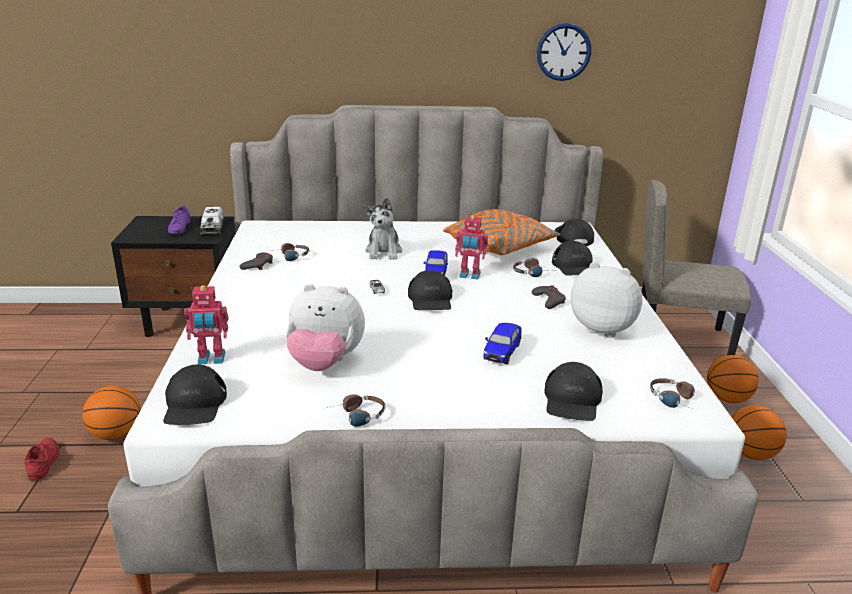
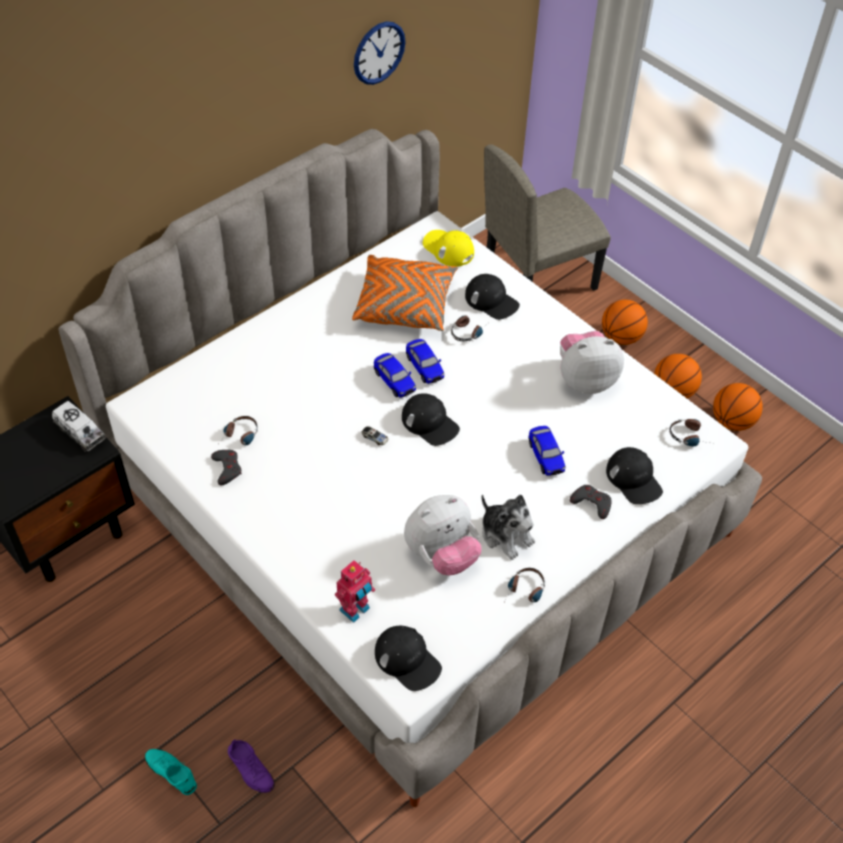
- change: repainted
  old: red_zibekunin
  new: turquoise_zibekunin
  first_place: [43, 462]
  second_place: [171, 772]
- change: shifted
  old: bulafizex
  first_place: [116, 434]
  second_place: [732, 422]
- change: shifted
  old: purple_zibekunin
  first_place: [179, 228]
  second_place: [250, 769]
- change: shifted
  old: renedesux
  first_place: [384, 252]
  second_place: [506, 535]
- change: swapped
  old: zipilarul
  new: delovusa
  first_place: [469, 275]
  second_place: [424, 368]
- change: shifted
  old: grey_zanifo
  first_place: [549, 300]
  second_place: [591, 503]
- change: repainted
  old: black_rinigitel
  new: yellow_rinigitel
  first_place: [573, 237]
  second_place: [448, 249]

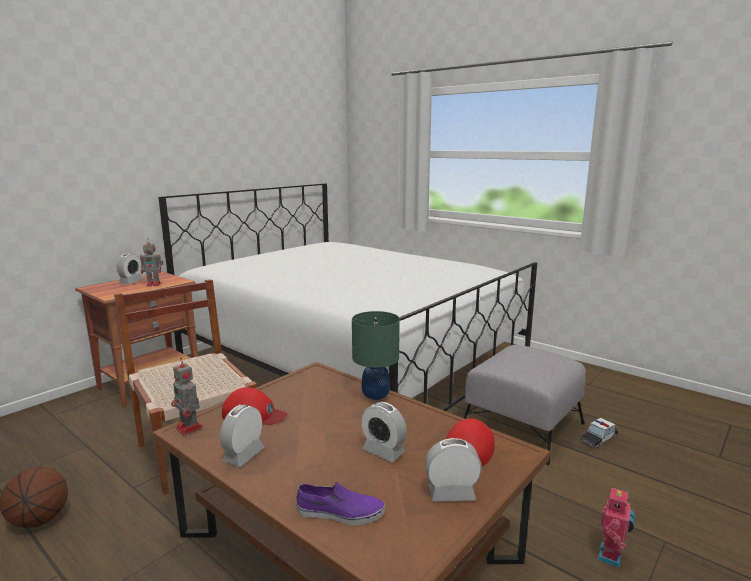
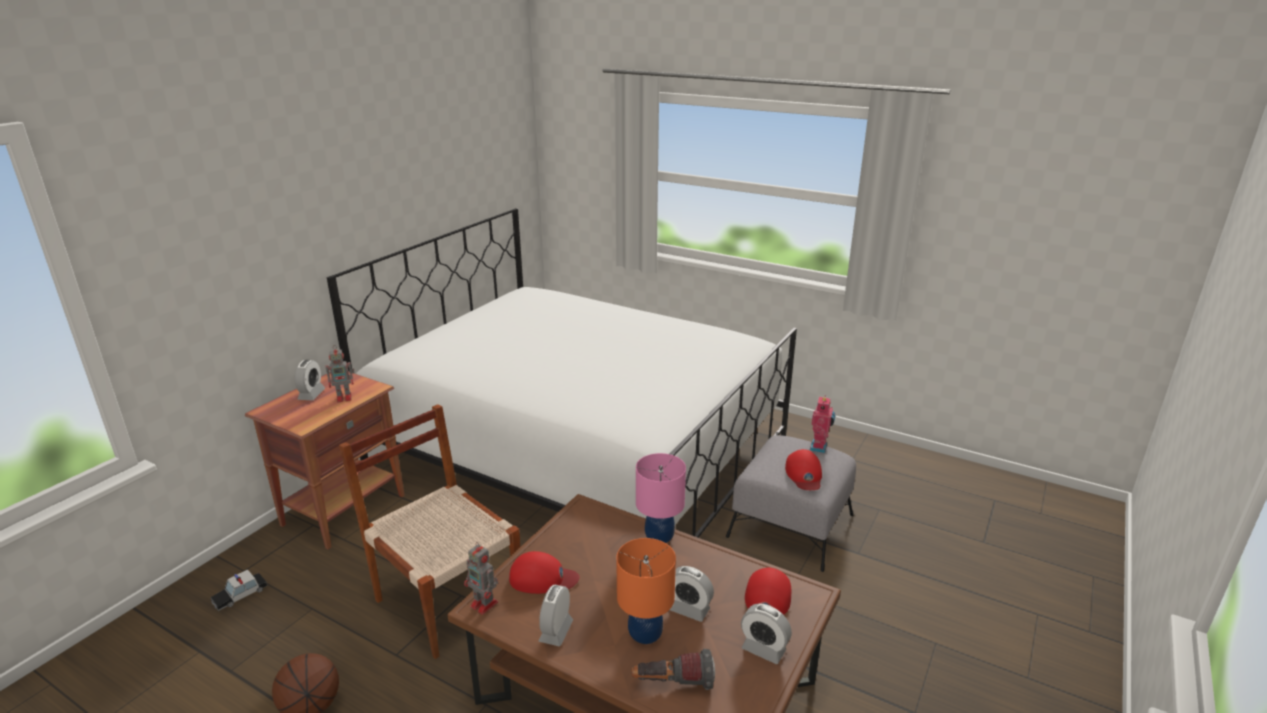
- change: swapped
  old: purple_zibekunin
  new: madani
  first_place: [340, 513]
  second_place: [672, 684]
- change: repainted
  old: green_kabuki
  new: pink_kabuki
  first_place: [375, 395]
  second_place: [658, 537]
- change: rotated
  old: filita
  first_place: [451, 493]
  second_place: [763, 649]
  degrees: -135
- change: shifted
  old: delovusa
  first_place: [598, 439]
  second_place: [240, 595]
- change: shifted
  old: zipilarul
  first_place: [612, 556]
  second_place: [819, 447]
- change: new
  new: orange_kabuki
  second_place: [647, 635]
- change: new
  new: red_rinigitel
  second_place: [804, 474]

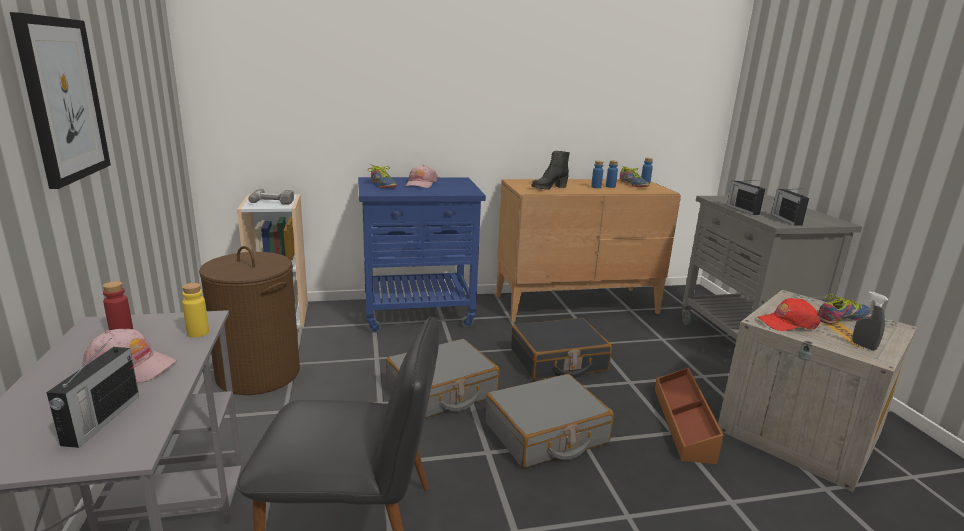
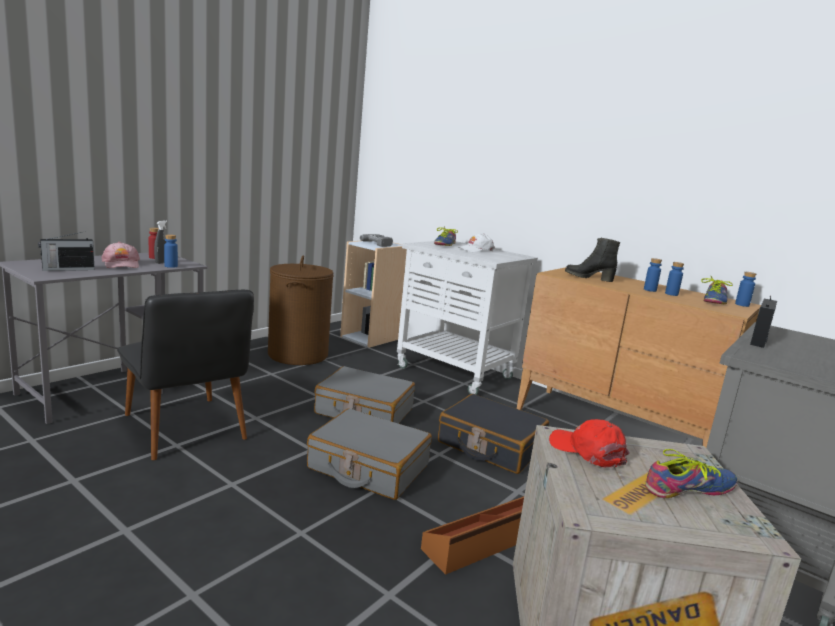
- change: gone
  old: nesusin
  first_place: [63, 100]
- change: repainted
  old: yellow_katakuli
  new: blue_katakuli
  first_place: [198, 333]
  second_place: [171, 266]
- change: repainted
  old: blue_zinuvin
  new: white_zinuvin
  first_place: [419, 314]
  second_place: [455, 373]
- change: repainted
  old: pink_rinigitel
  new: white_rinigitel
  first_place: [421, 184]
  second_place: [475, 250]
- change: gone
  old: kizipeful
  first_place: [785, 219]
- change: rotated
  old: zibekunin
  first_place: [841, 318]
  second_place: [688, 488]
  degrees: -45
- change: shifted
  old: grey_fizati
  first_place: [863, 346]
  second_place: [162, 262]

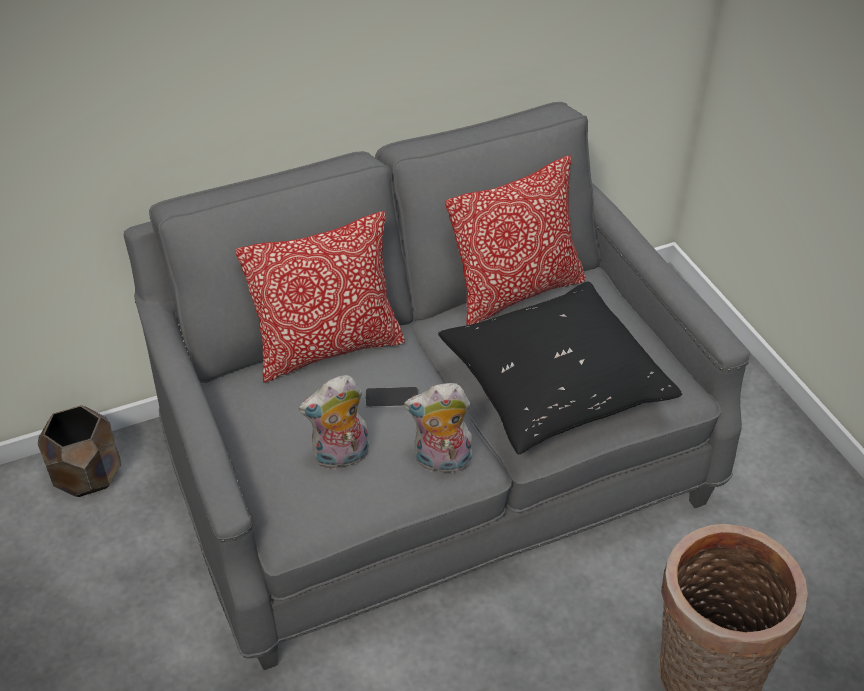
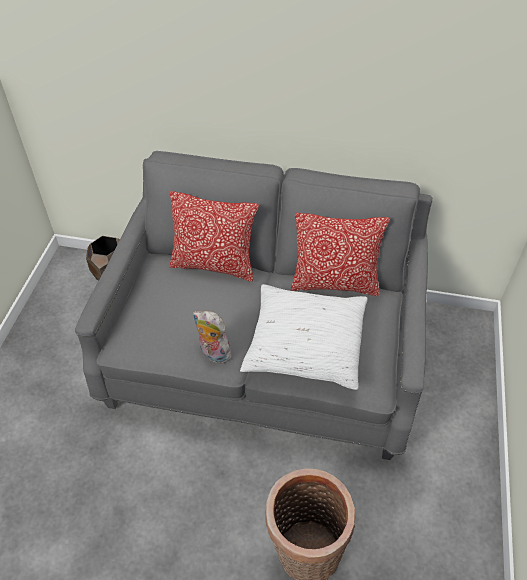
- change: gone
  old: renedesux
  first_place: [341, 457]
- change: gone
  old: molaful
  first_place: [391, 397]
- change: repainted
  old: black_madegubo
  new: white_madegubo
  first_place: [554, 384]
  second_place: [305, 344]

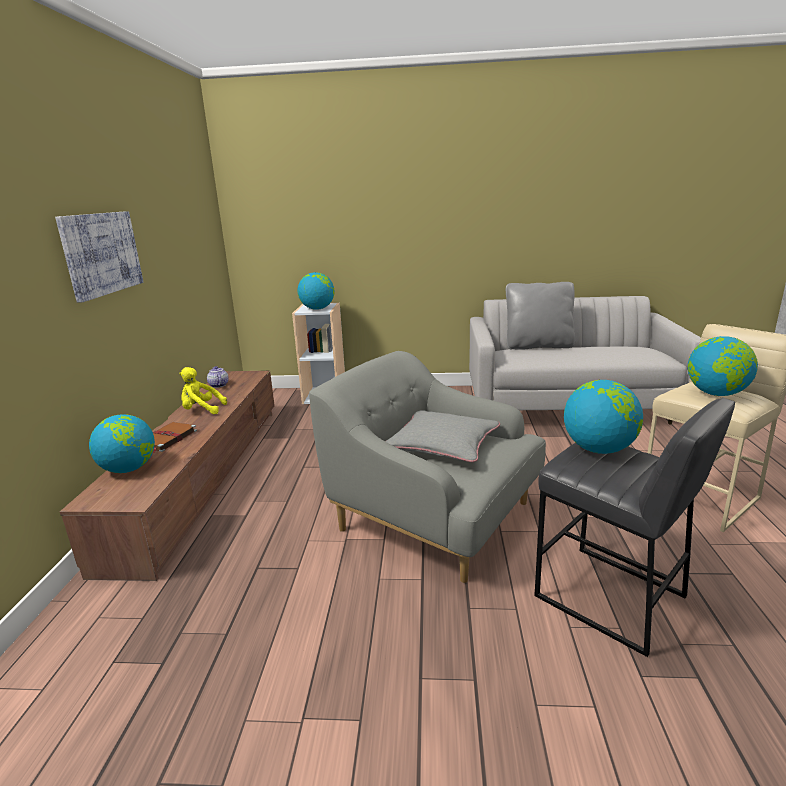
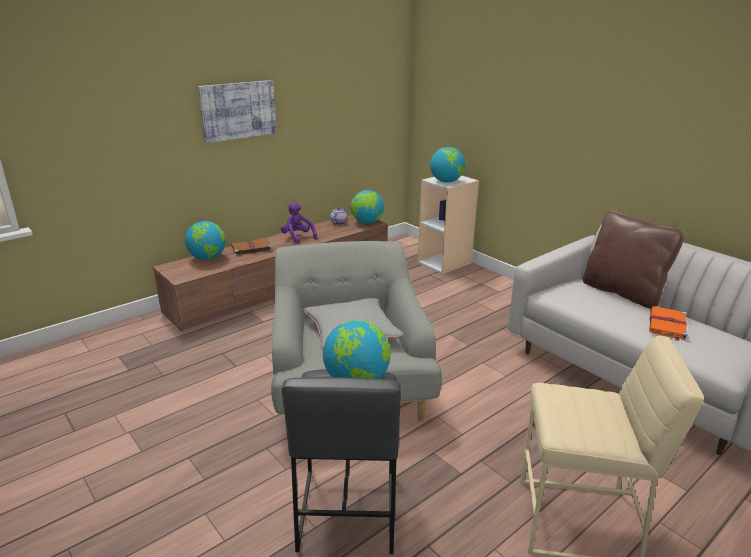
- change: repainted
  old: yellow_renedesux
  new: purple_renedesux
  first_place: [201, 410]
  second_place: [297, 237]
- change: repainted
  old: grey_madegubo
  new: brown_madegubo
  first_place: [538, 346]
  second_place: [622, 292]
- change: shifted
  old: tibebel
  first_place: [716, 394]
  second_place: [367, 222]
- change: new
  new: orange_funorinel
  second_place: [667, 325]

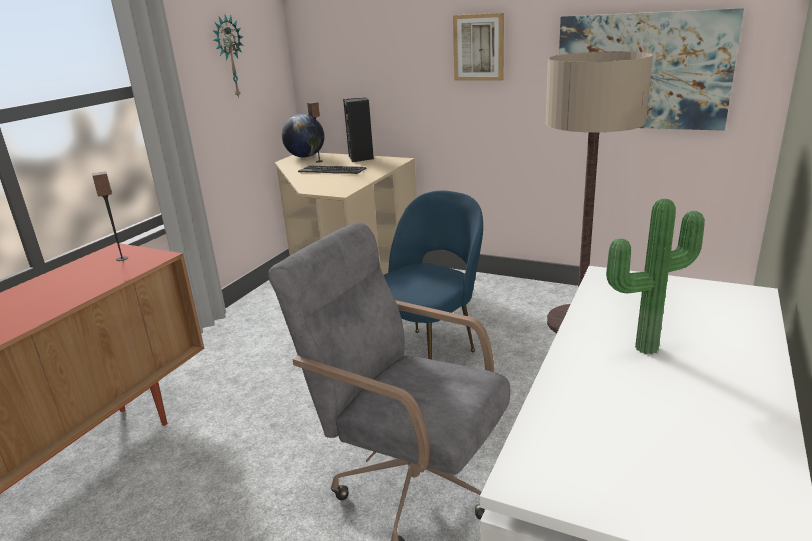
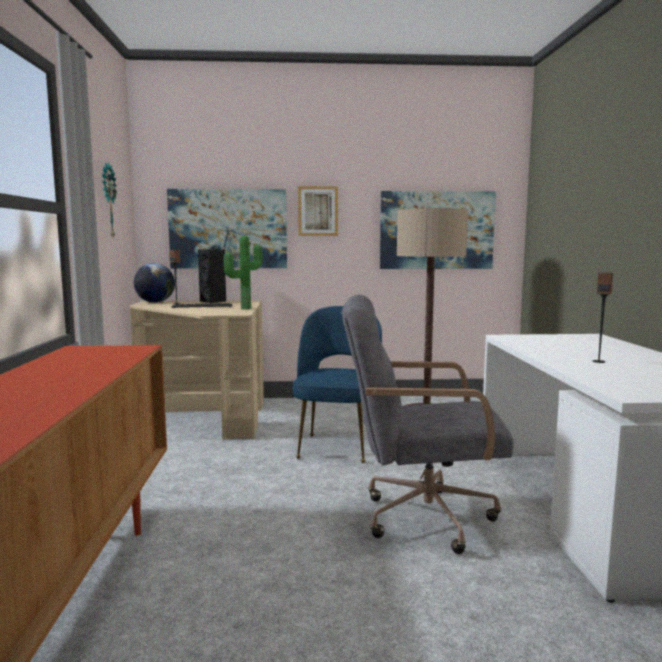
- change: shifted
  old: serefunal
  first_place: [122, 258]
  second_place: [598, 361]
- change: shifted
  old: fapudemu
  first_place: [643, 346]
  second_place: [244, 308]
- change: new
  new: nesusin
  second_place: [228, 229]

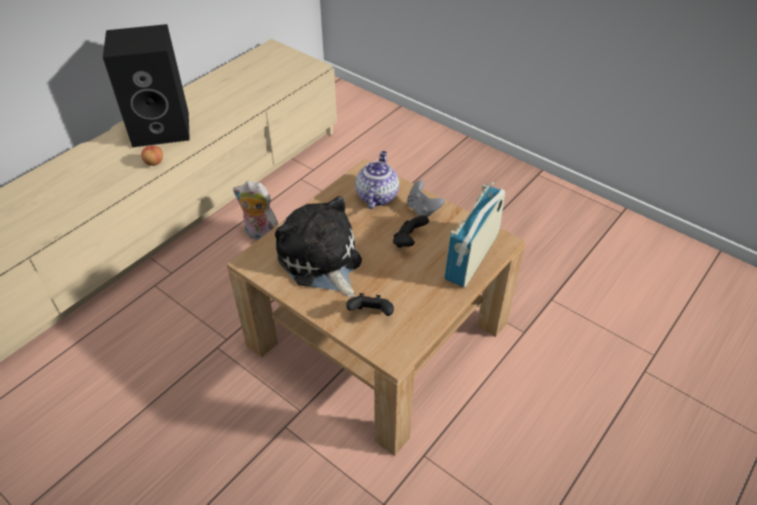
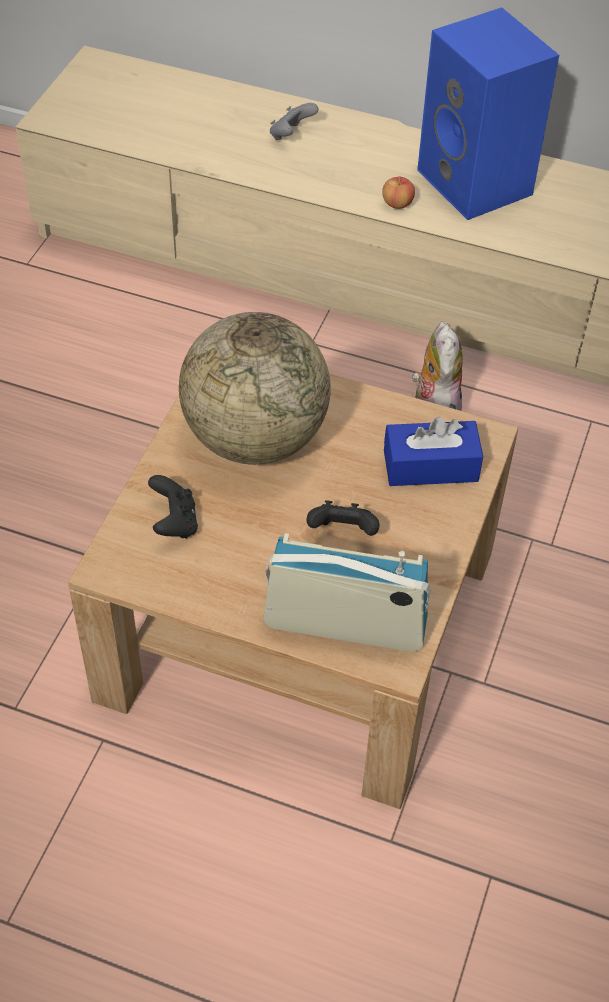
- change: repainted
  old: black_serefunal
  new: blue_serefunal
  first_place: [163, 128]
  second_place: [478, 183]
- change: swapped
  old: renedesux
  new: tibebel
  first_place: [321, 261]
  second_place: [254, 438]
- change: swapped
  old: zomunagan
  new: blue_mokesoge
  first_place: [377, 196]
  second_place: [430, 466]
- change: shifted
  old: grey_zanifo
  first_place: [423, 209]
  second_place: [291, 135]

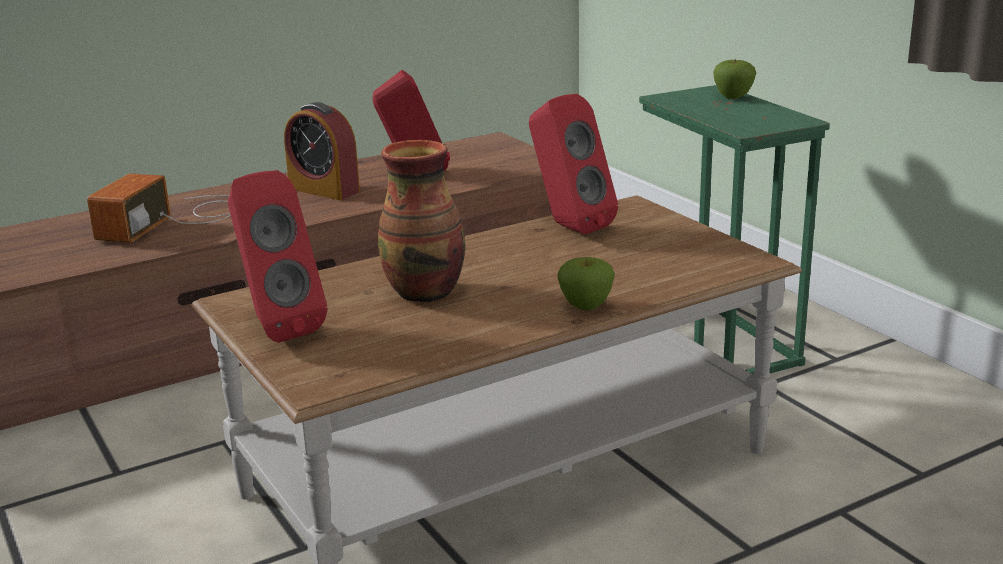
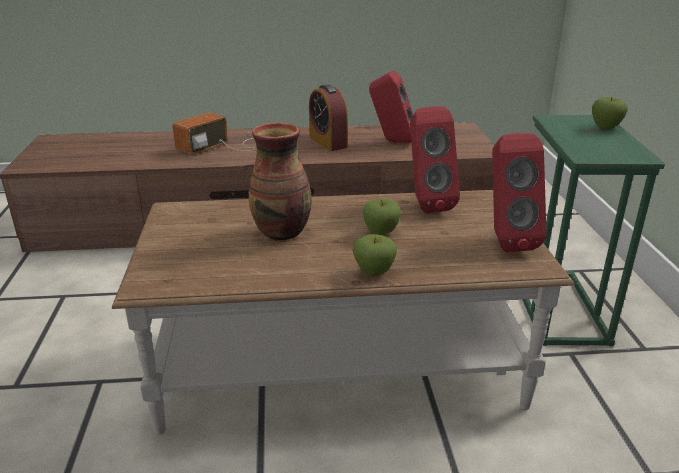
- change: shifted
  old: red_serefunal
  first_place: [276, 328]
  second_place: [505, 240]
- change: new
  new: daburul
  second_place: [380, 232]

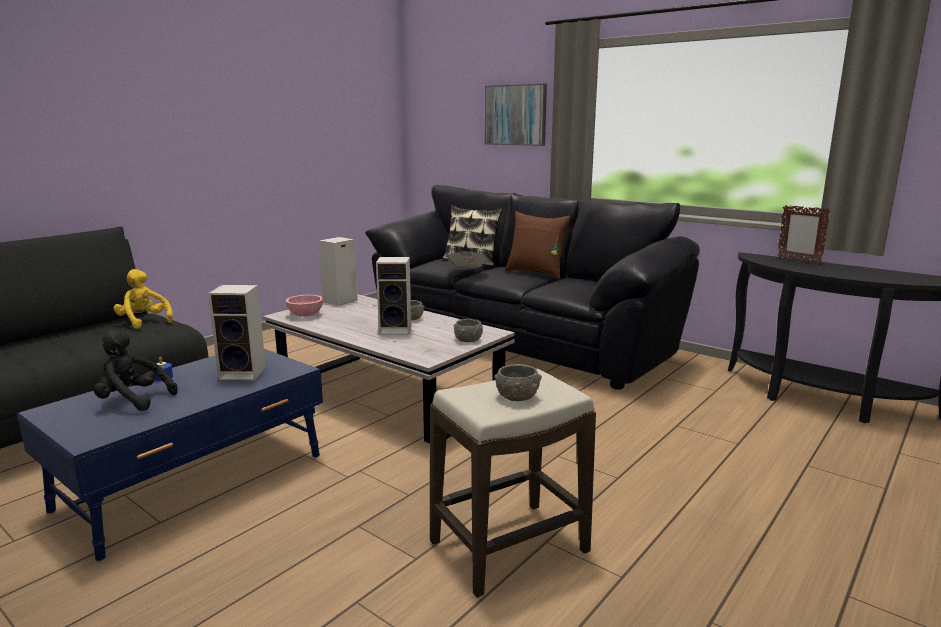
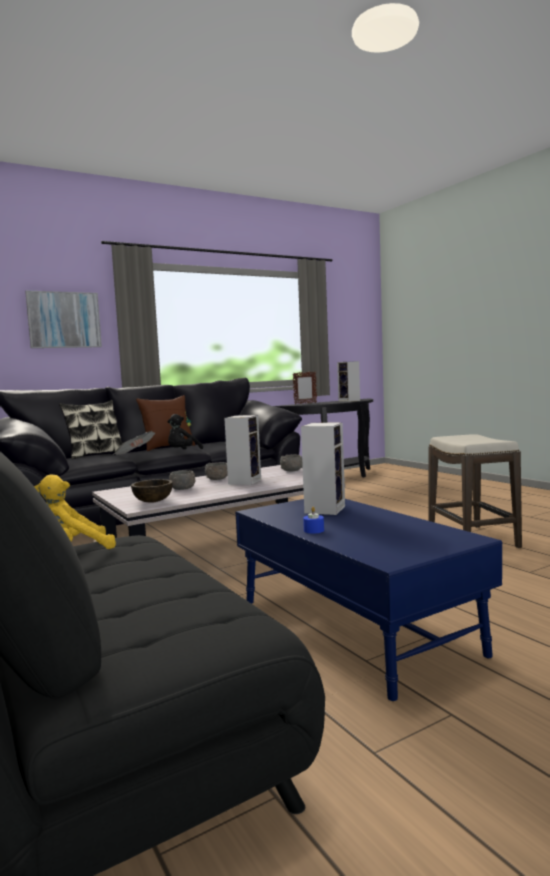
- change: shifted
  old: black_renedesux
  first_place: [132, 401]
  second_place: [182, 452]
- change: repainted
  old: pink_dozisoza
  new: brown_dozisoza
  first_place: [305, 315]
  second_place: [153, 501]
- change: shifted
  old: serefunal
  first_place: [339, 301]
  second_place: [350, 401]
- change: shifted
  old: grey_dozisoza
  first_place: [517, 396]
  second_place: [183, 488]

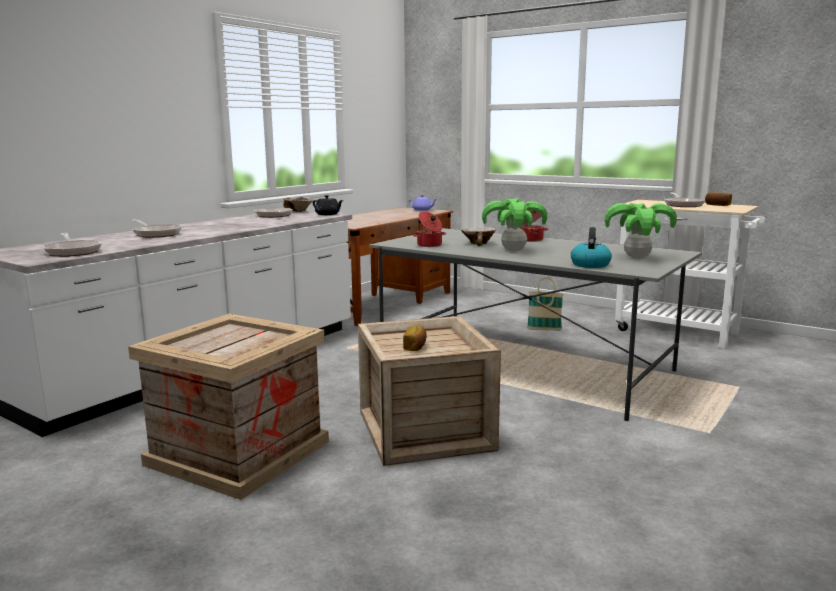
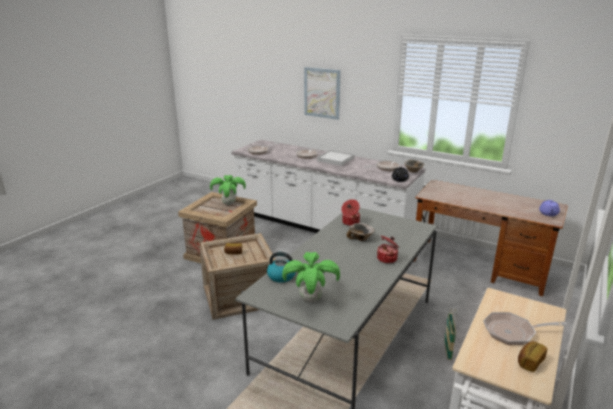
- change: shifted
  old: fapudemu
  first_place: [514, 250]
  second_place: [229, 204]
- change: new
  new: nesusin
  second_place: [322, 93]
- change: new
  new: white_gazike
  second_place: [335, 159]

